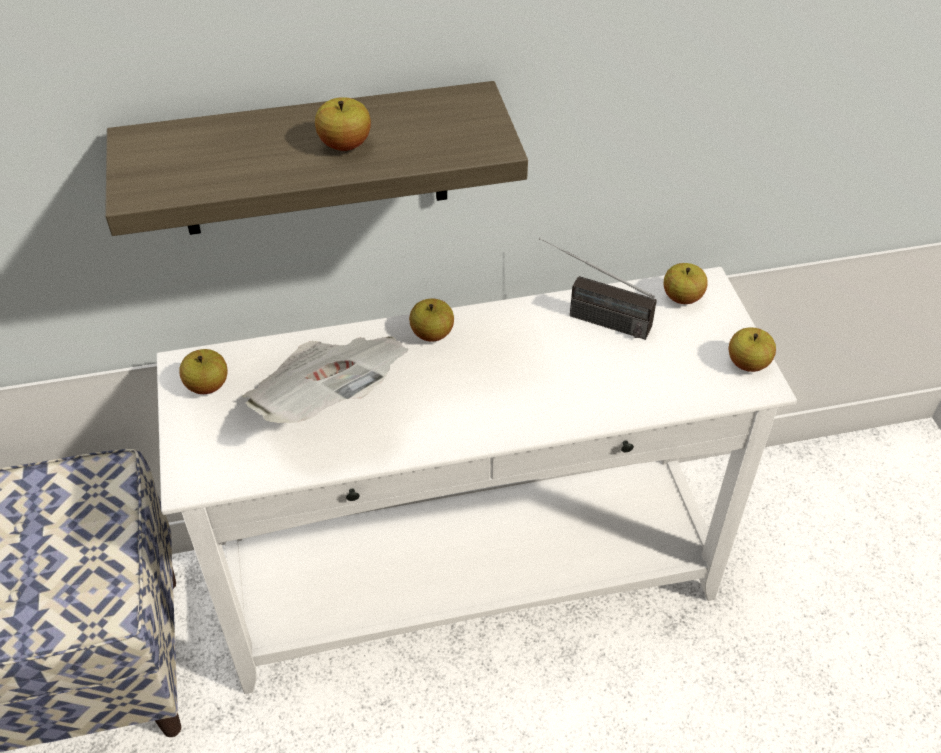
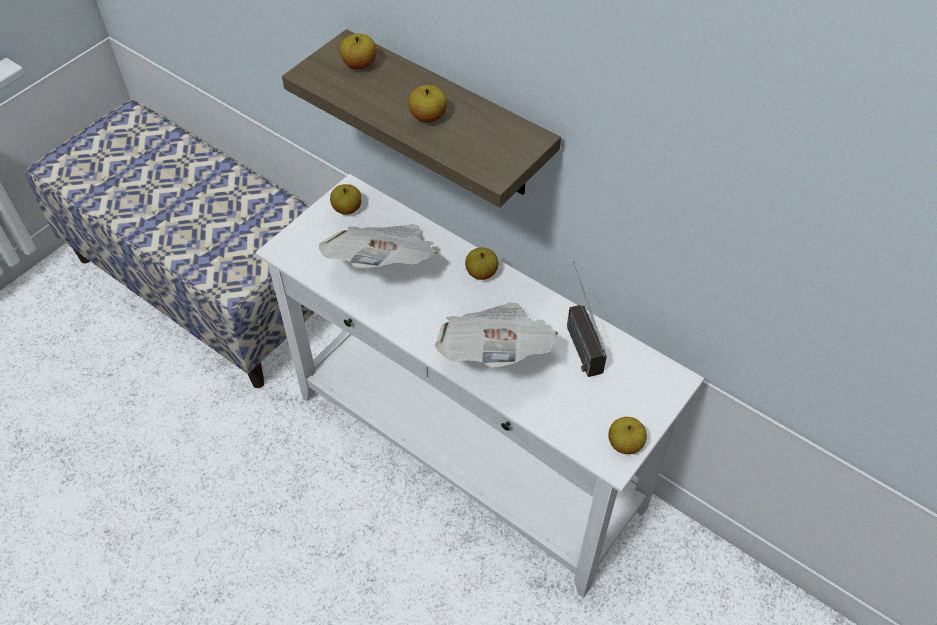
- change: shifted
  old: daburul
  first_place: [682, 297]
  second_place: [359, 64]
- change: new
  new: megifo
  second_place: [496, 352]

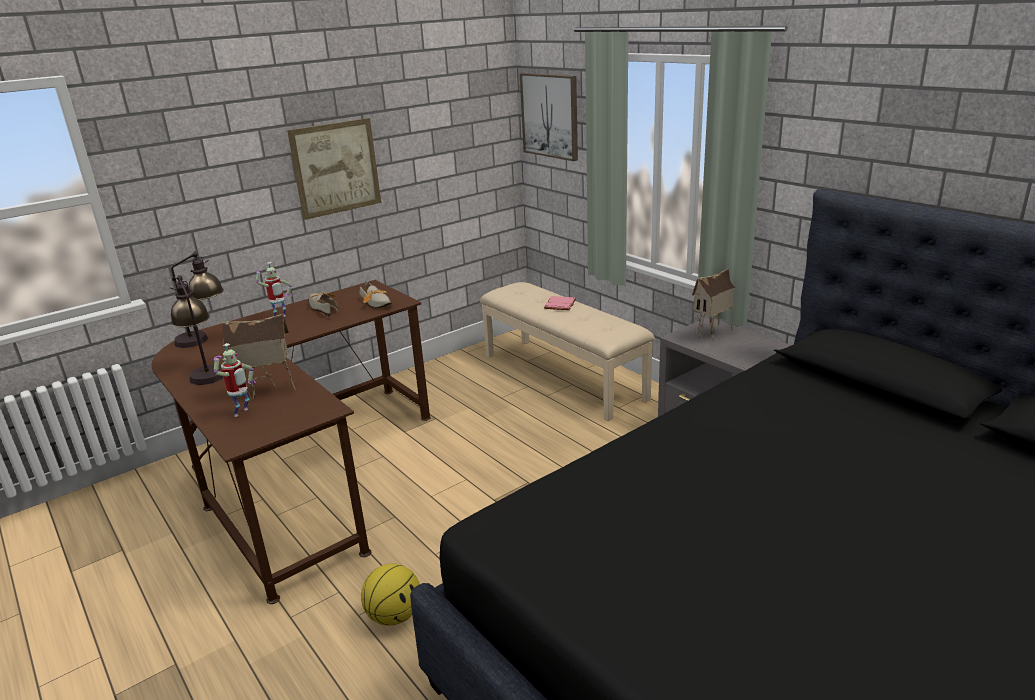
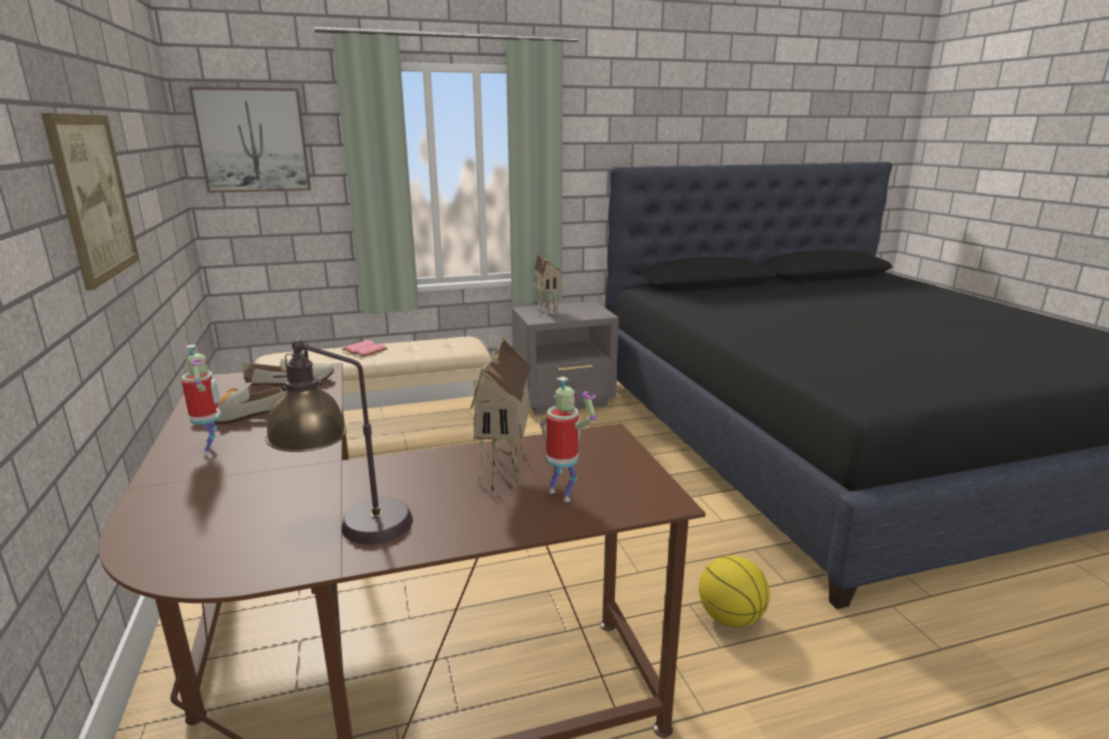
- change: gone
  old: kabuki
  first_place: [204, 339]

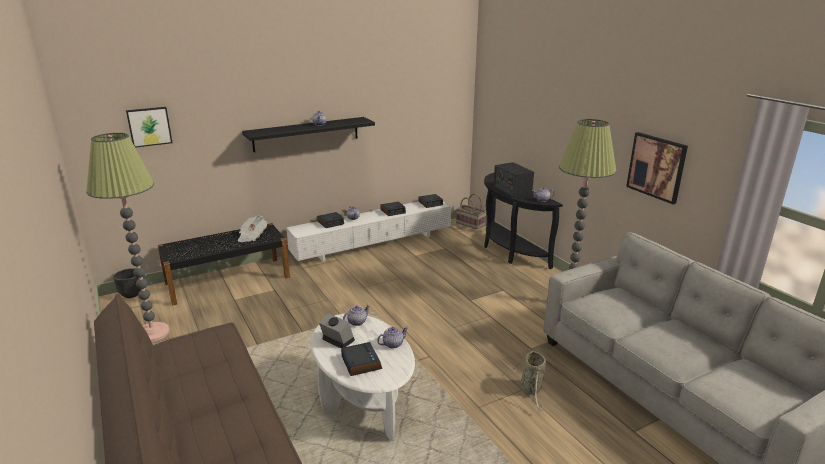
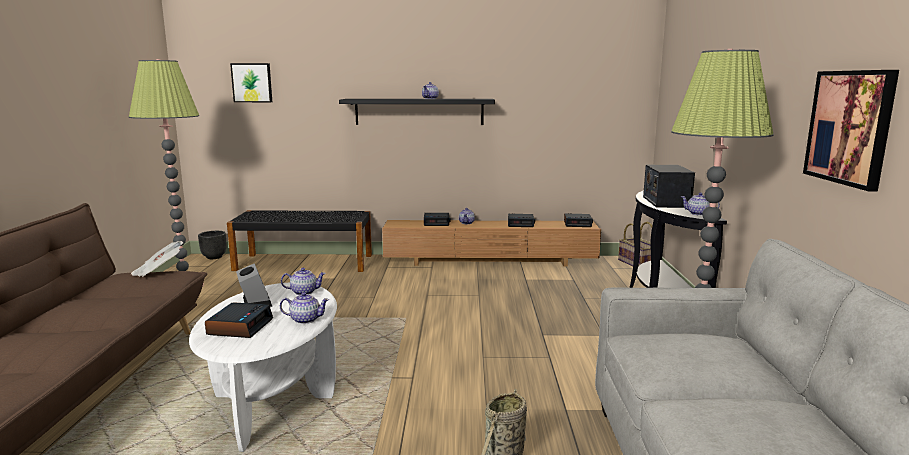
- change: shifted
  old: megifo
  first_place: [252, 237]
  second_place: [158, 272]
- change: repainted
  old: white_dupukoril
  new: brown_dupukoril
  first_place: [373, 243]
  second_place: [489, 261]

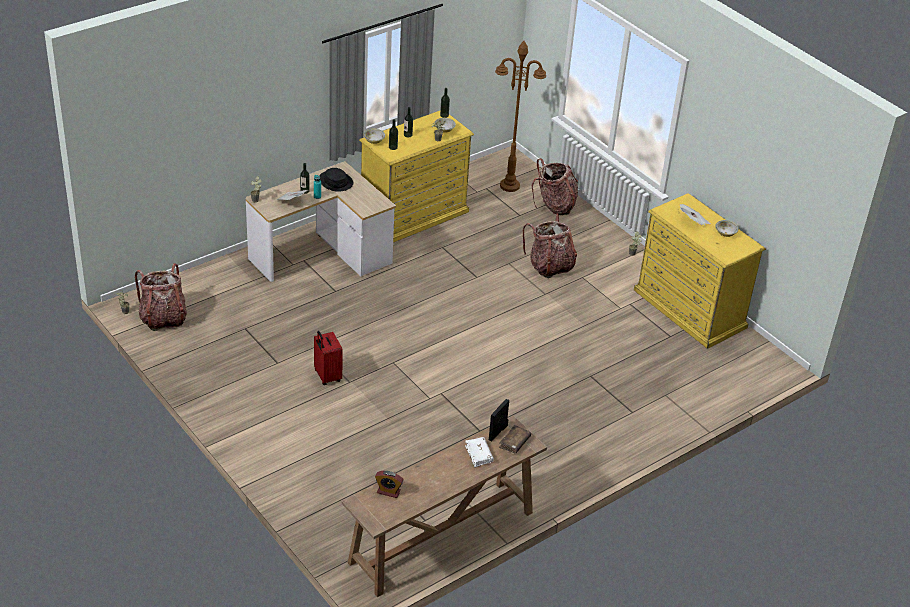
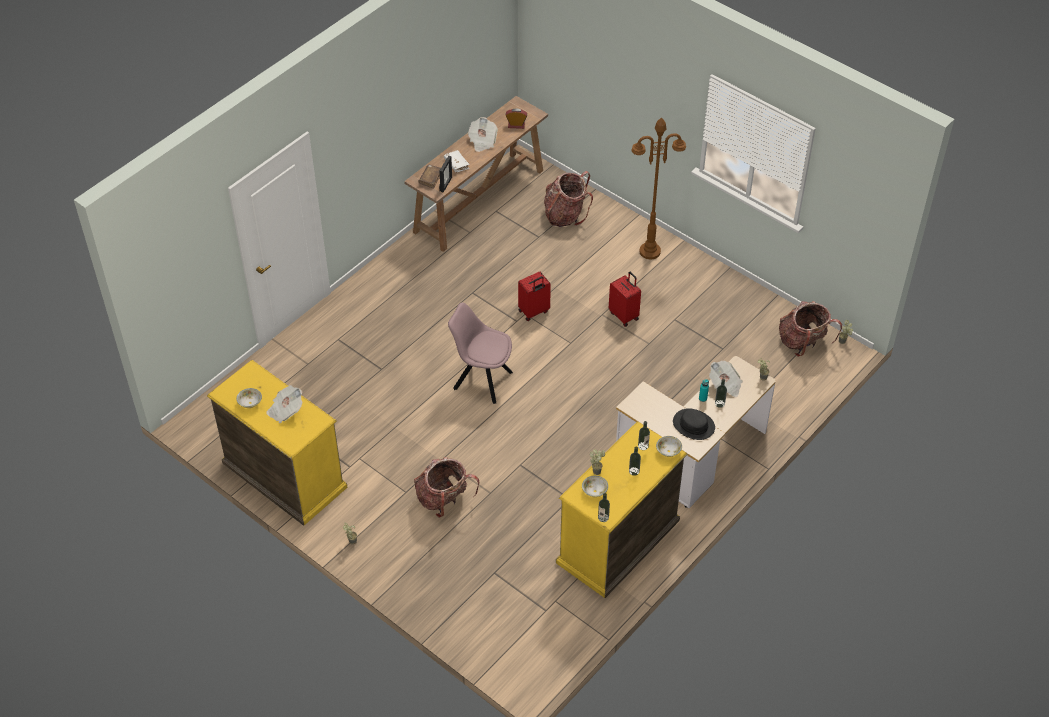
- change: shifted
  old: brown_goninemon
  first_place: [510, 186]
  second_place: [649, 251]
- change: shifted
  old: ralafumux
  first_place: [554, 205]
  second_place: [565, 215]
- change: new
  new: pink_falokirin
  second_place: [482, 380]
- change: new
  new: megifo
  second_place: [482, 141]
- change: new
  new: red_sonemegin
  second_place: [534, 312]

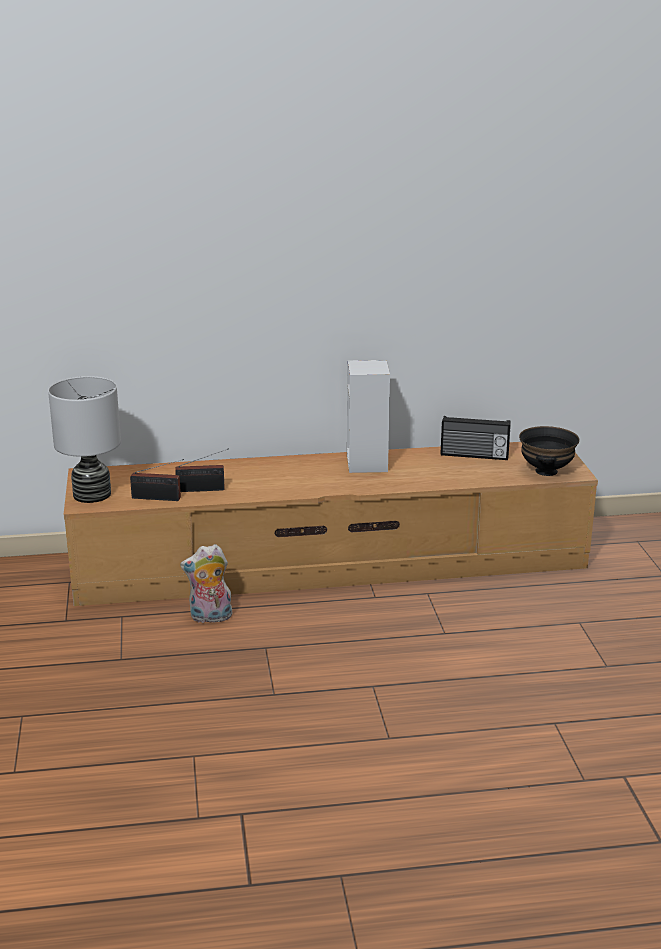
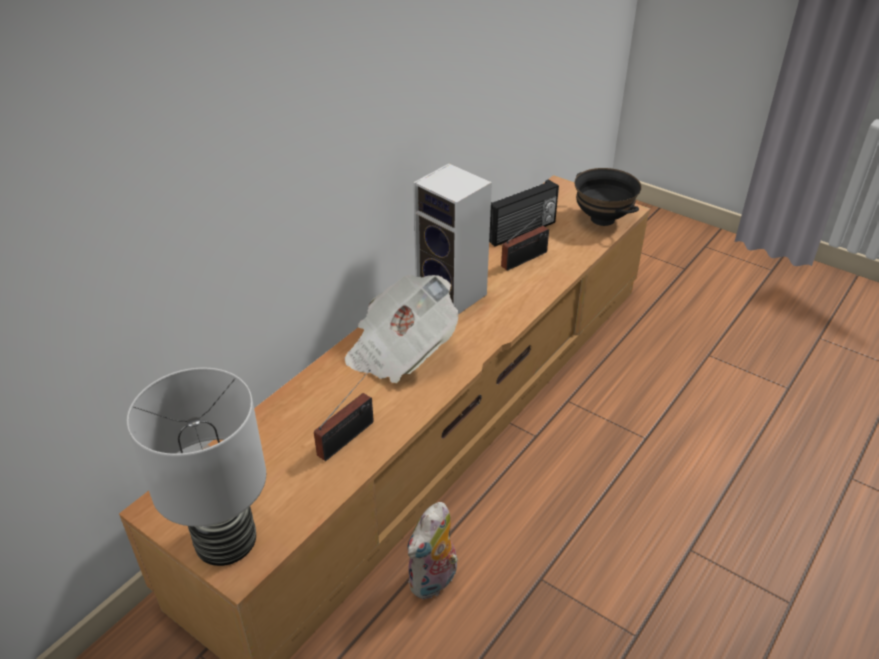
- change: shifted
  old: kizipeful
  first_place: [159, 498]
  second_place: [527, 258]
- change: new
  new: megifo
  second_place: [400, 350]

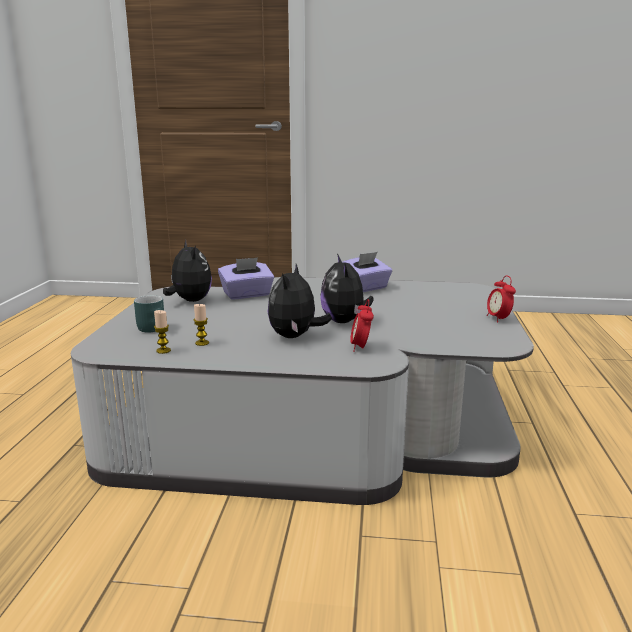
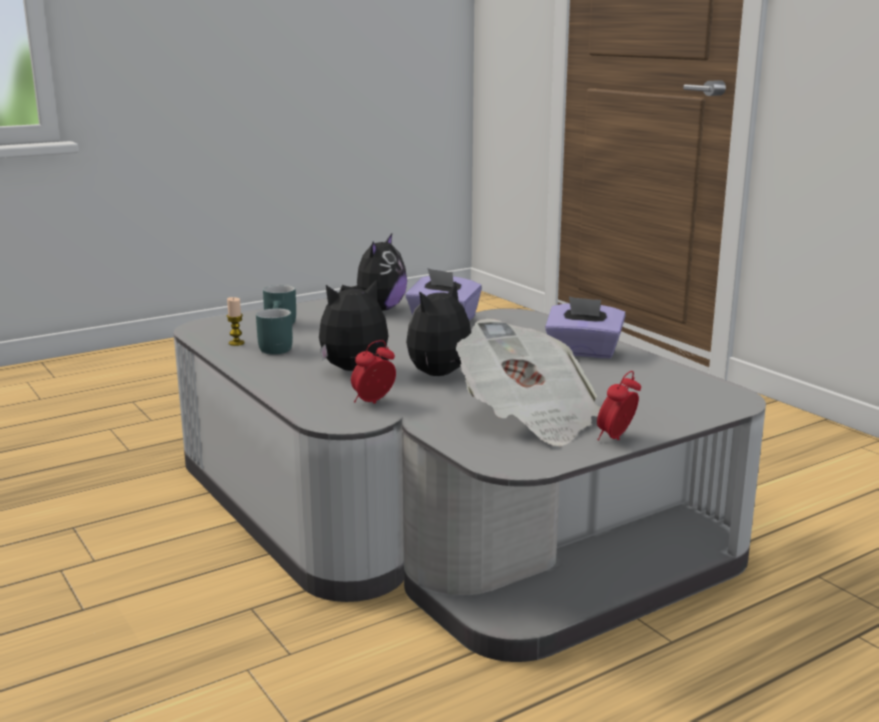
- change: swapped
  old: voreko
  new: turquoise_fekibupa
  first_place: [202, 343]
  second_place: [276, 348]
- change: new
  new: megifo
  second_place: [528, 418]

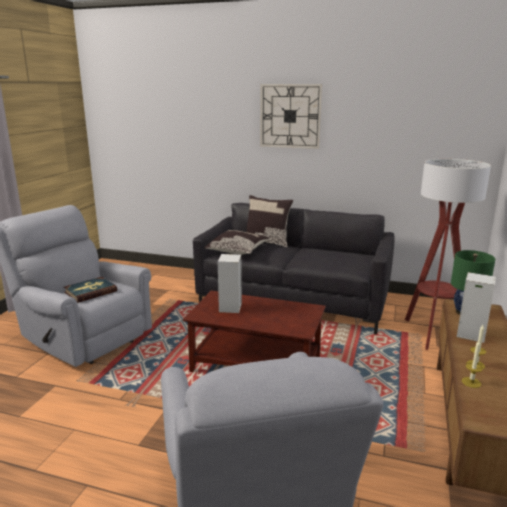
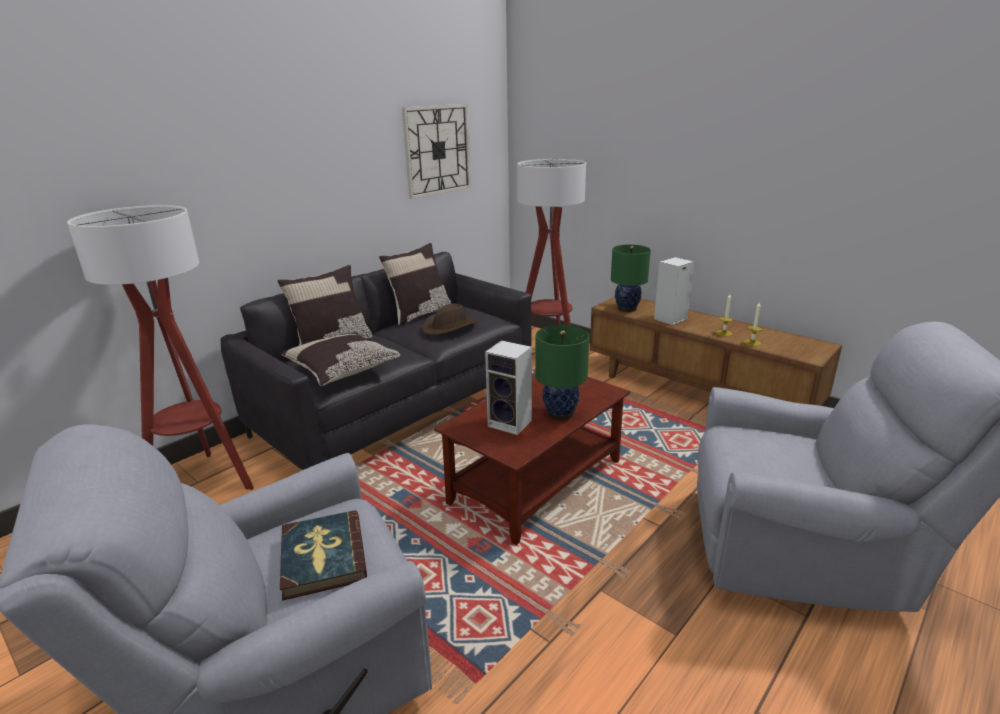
- change: shifted
  old: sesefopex
  first_place: [290, 116]
  second_place: [437, 150]
- change: new
  new: goninemon
  second_place: [203, 482]
- change: new
  new: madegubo
  second_place: [419, 314]
- change: new
  new: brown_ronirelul
  second_place: [449, 327]
- change: new
  new: green_kabuki
  second_place: [560, 413]

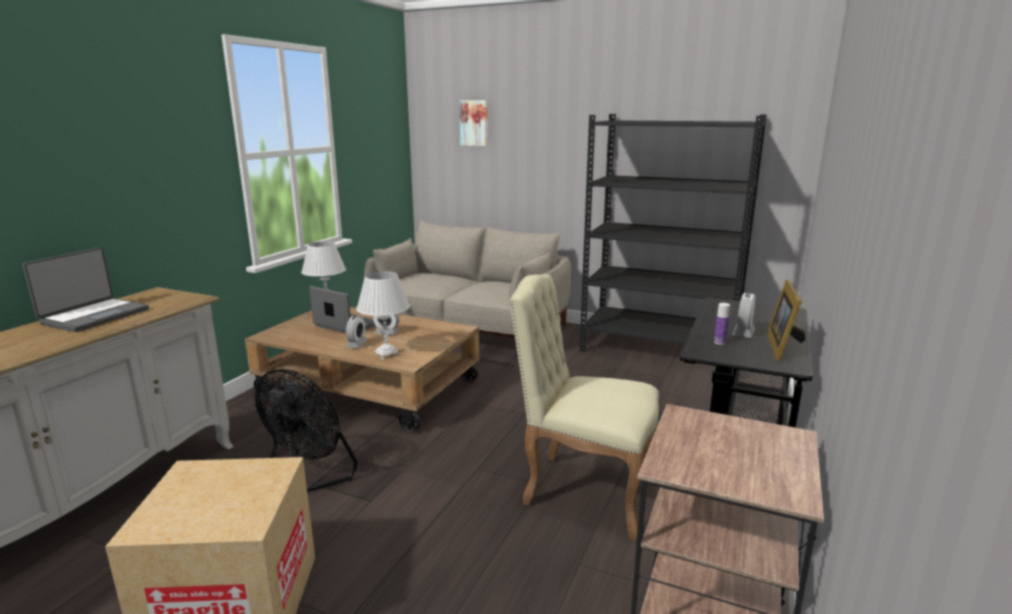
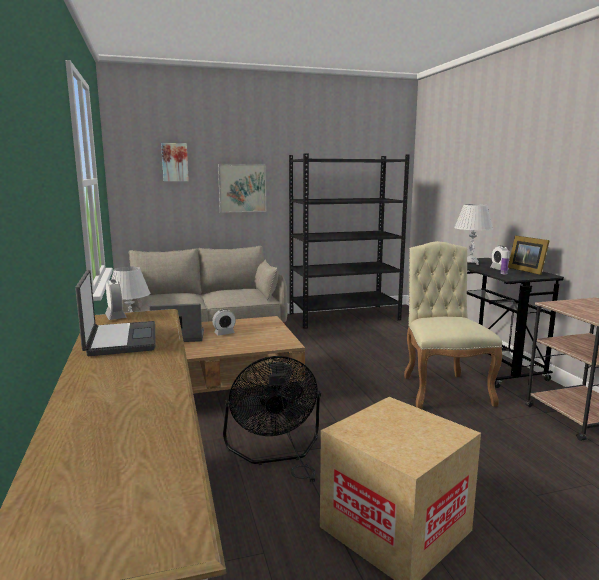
- change: shifted
  old: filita
  first_place: [357, 345]
  second_place: [115, 316]
- change: shifted
  old: white_kabuki
  first_place: [386, 354]
  second_place: [470, 263]
- change: rotated
  old: beige_falokirin
  first_place: [586, 490]
  second_place: [442, 390]
  degrees: 105
- change: new
  new: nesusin
  second_place: [242, 188]

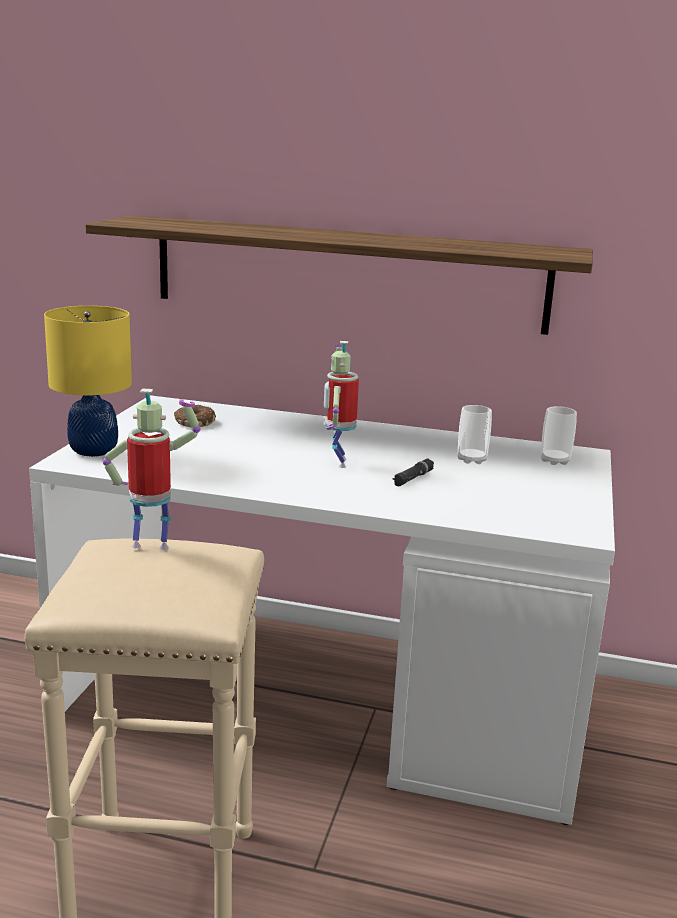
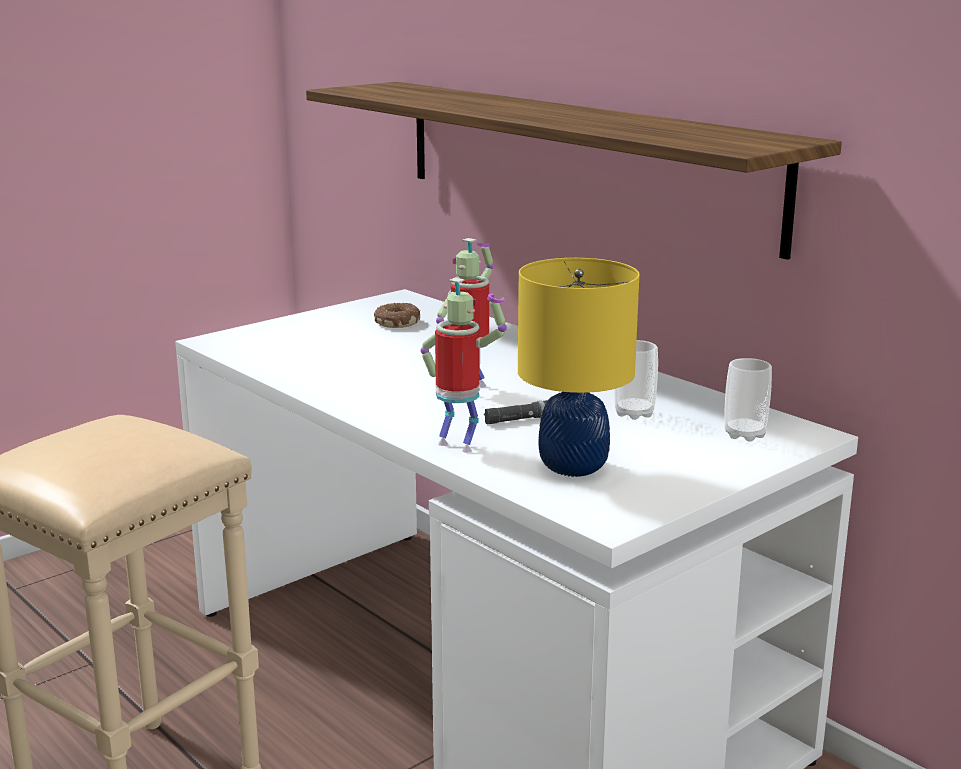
- change: shifted
  old: yellow_kabuki
  first_place: [91, 452]
  second_place: [569, 468]
- change: shifted
  old: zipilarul
  first_place: [152, 544]
  second_place: [459, 445]

